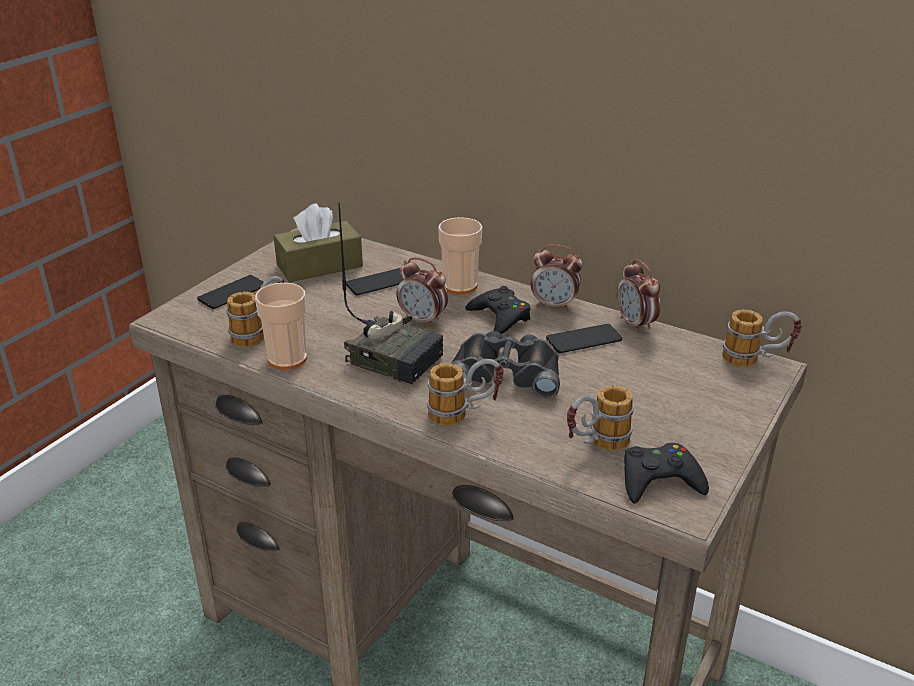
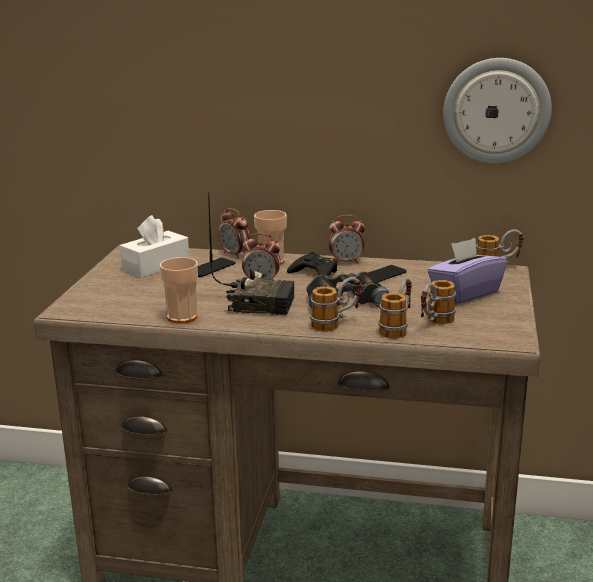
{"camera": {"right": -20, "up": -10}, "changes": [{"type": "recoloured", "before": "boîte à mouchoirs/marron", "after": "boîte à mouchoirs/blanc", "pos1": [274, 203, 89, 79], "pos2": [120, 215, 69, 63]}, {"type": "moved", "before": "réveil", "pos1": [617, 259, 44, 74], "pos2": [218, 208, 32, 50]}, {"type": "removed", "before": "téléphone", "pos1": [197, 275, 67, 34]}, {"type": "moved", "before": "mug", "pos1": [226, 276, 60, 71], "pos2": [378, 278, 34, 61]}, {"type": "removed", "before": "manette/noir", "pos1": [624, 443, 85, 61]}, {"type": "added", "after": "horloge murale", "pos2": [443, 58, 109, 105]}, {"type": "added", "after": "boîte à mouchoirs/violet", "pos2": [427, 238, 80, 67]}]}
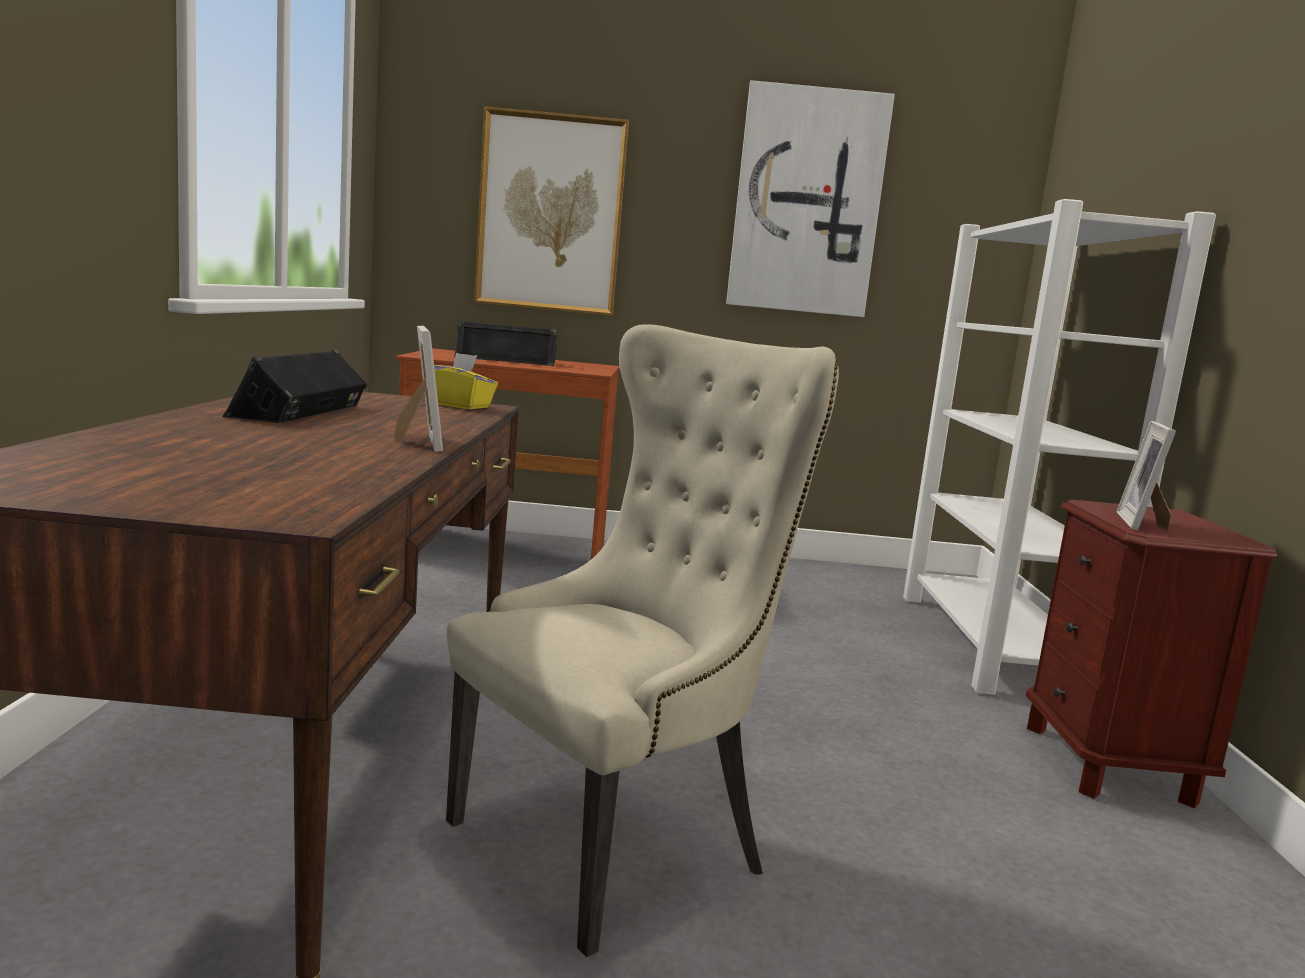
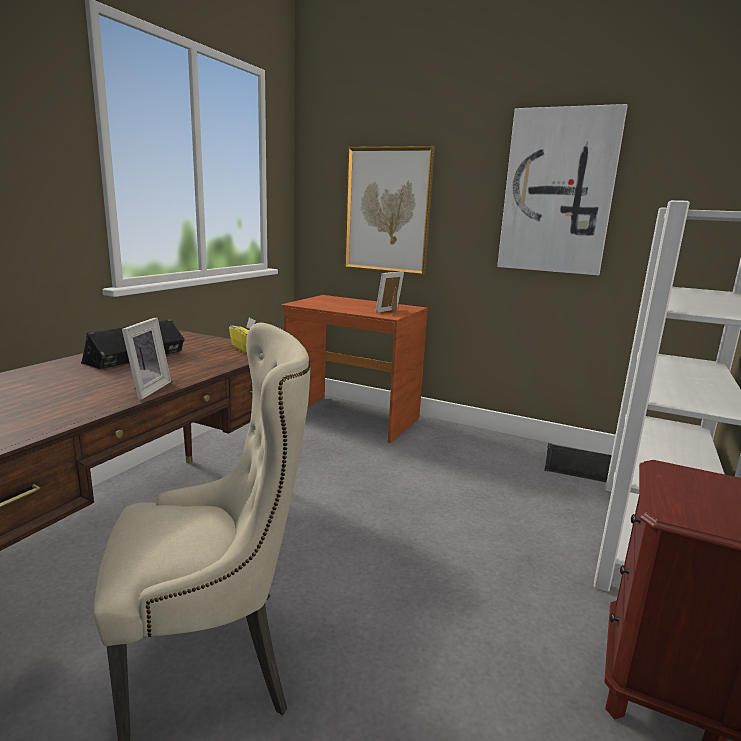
{"camera": {"right": 25, "up": 5}, "changes": [{"type": "moved", "before": "enceinte/noir", "pos1": [454, 320, 103, 46], "pos2": [544, 443, 68, 39]}, {"type": "moved", "before": "cadre photo", "pos1": [1116, 421, 60, 110], "pos2": [376, 271, 28, 42]}]}
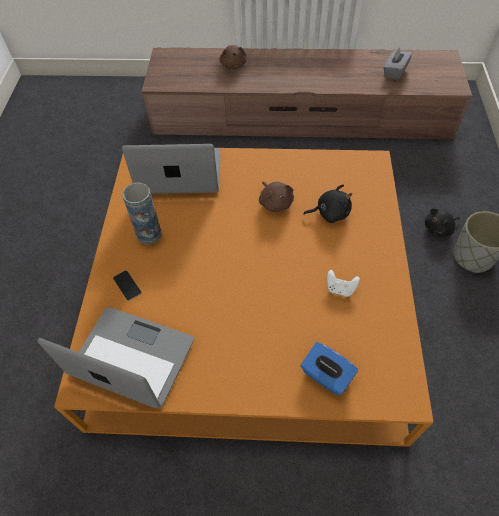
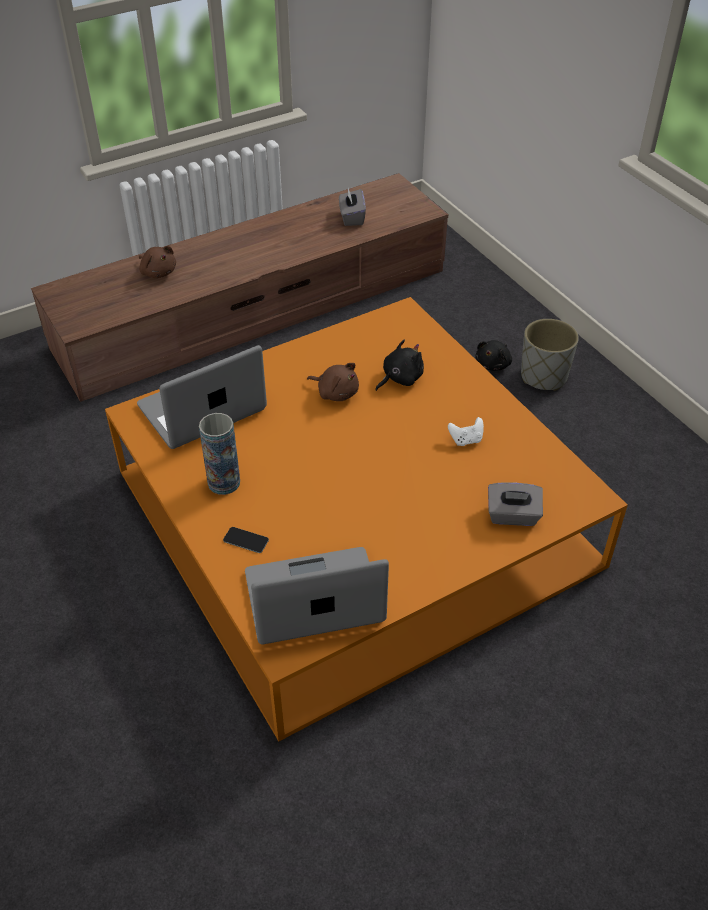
{"camera": {"right": -35, "up": -10}, "changes": [{"type": "recoloured", "before": "boîte à mouchoirs/bleu", "after": "boîte à mouchoirs/gris", "pos1": [300, 342, 58, 53], "pos2": [488, 482, 55, 44]}]}
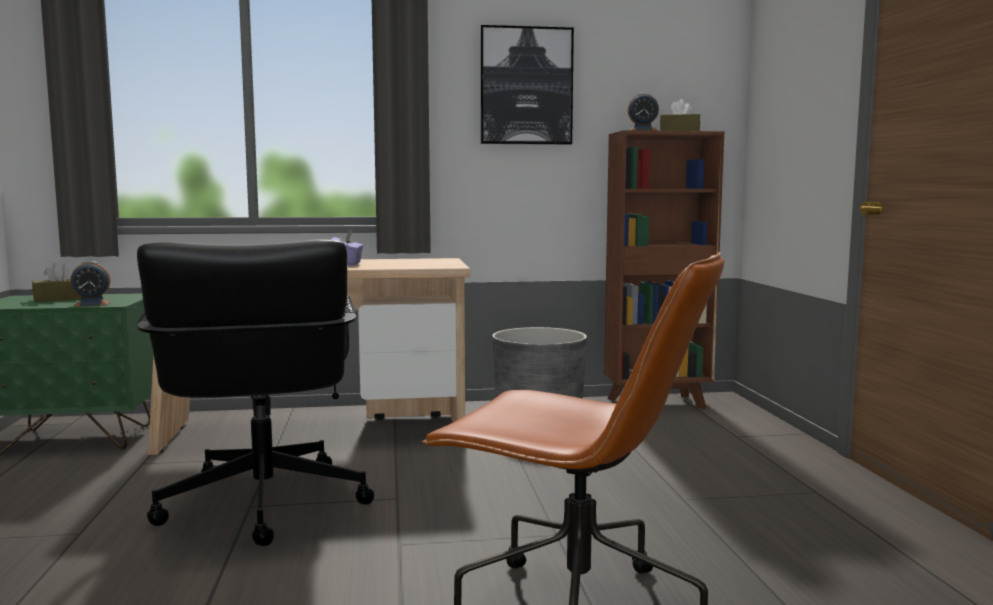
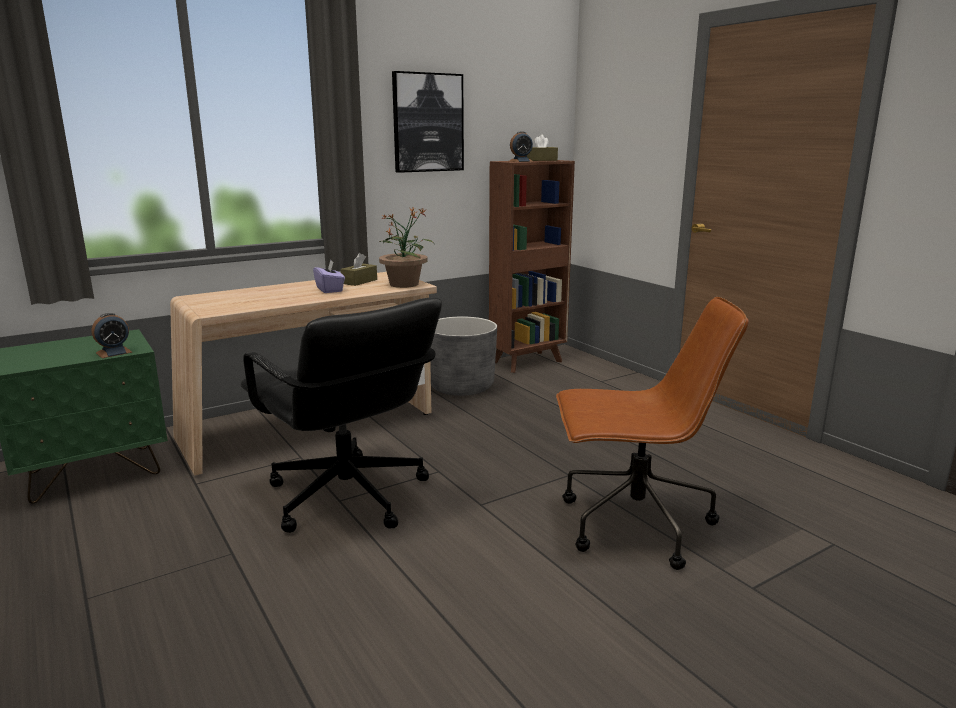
{"camera": {"right": -25, "up": 10}, "changes": [{"type": "moved", "before": "boîte à mouchoirs/marron", "pos1": [32, 262, 49, 40], "pos2": [341, 253, 36, 33]}, {"type": "added", "after": "plante en pot", "pos2": [379, 208, 54, 80]}]}
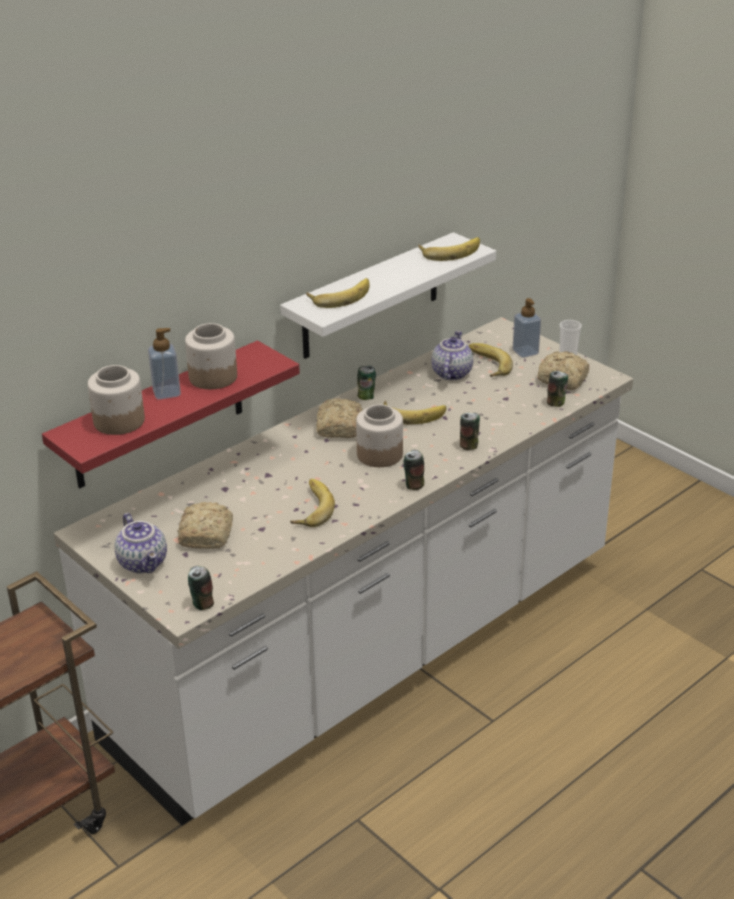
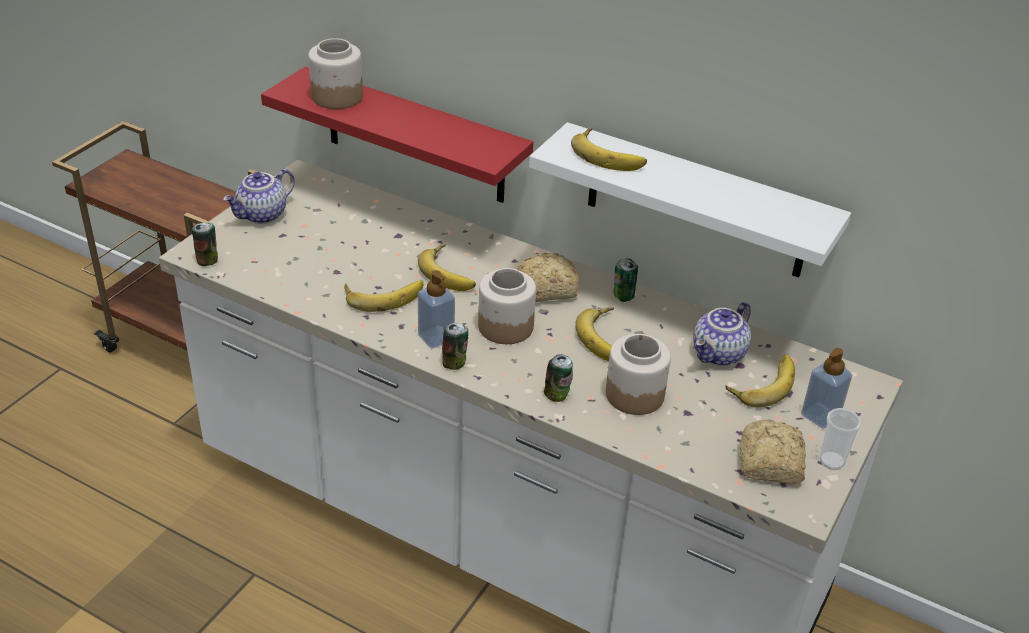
{"camera": {"right": 70, "up": 5}, "changes": [{"type": "moved", "before": "banane", "pos1": [418, 237, 62, 24], "pos2": [418, 244, 58, 47]}, {"type": "moved", "before": "bocal", "pos1": [185, 323, 52, 66], "pos2": [606, 334, 65, 81]}, {"type": "moved", "before": "distributeur de savon", "pos1": [148, 328, 33, 72], "pos2": [418, 270, 37, 79]}, {"type": "turned", "before": "théière", "pos1": [431, 331, 42, 49], "pos2": [693, 302, 58, 64], "turn": 135}, {"type": "removed", "before": "boîte métallique", "pos1": [547, 371, 21, 36]}, {"type": "removed", "before": "pain", "pos1": [178, 502, 55, 47]}]}
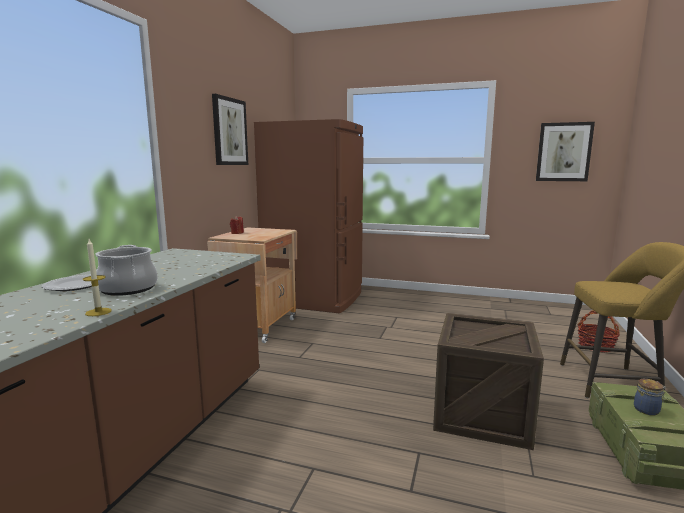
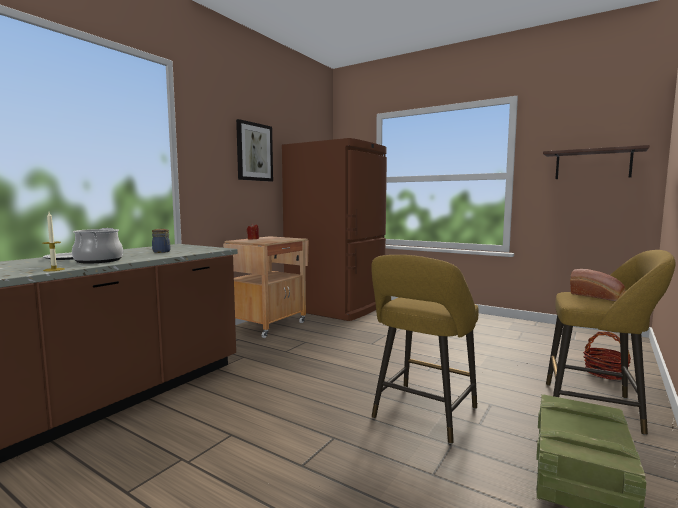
{"camera": {"right": 15, "up": -5}, "changes": [{"type": "replaced", "before": "tableau", "after": "étagère/marron", "pos1": [536, 122, 59, 59], "pos2": [543, 145, 107, 34]}, {"type": "replaced", "before": "caisse", "after": "tabouret/jaune", "pos1": [433, 313, 111, 137], "pos2": [371, 255, 108, 189]}, {"type": "moved", "before": "bocal", "pos1": [634, 379, 32, 37], "pos2": [152, 229, 18, 24]}, {"type": "added", "after": "pain", "pos2": [570, 269, 56, 32]}]}
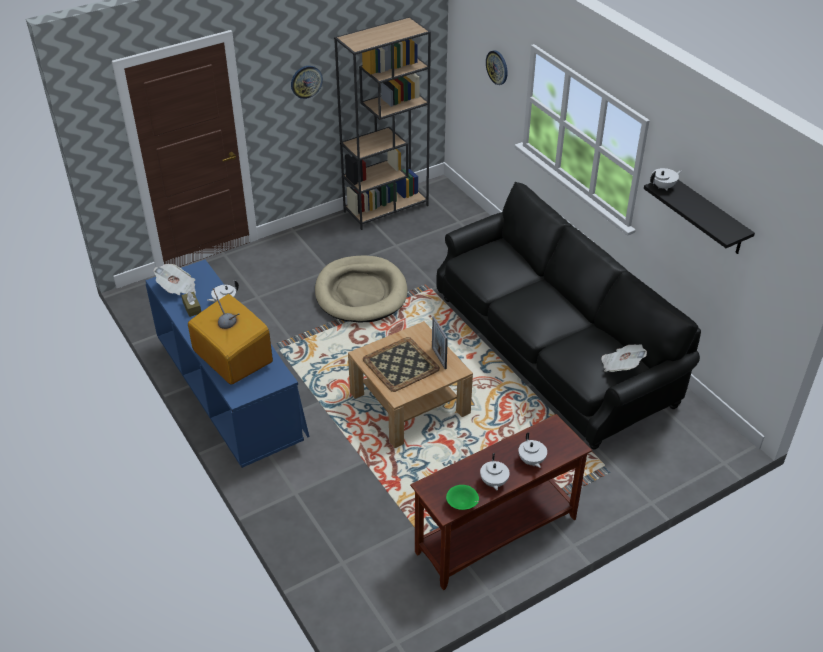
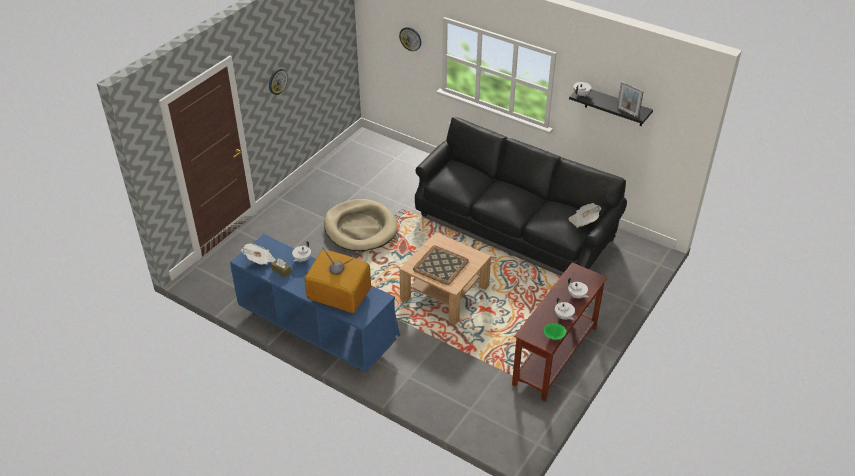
{"camera": {"right": -25, "up": 0}, "changes": [{"type": "removed", "before": "bibliothèque", "pos1": [334, 17, 97, 213]}, {"type": "moved", "before": "cadre photo", "pos1": [432, 316, 16, 53], "pos2": [617, 82, 27, 36]}]}
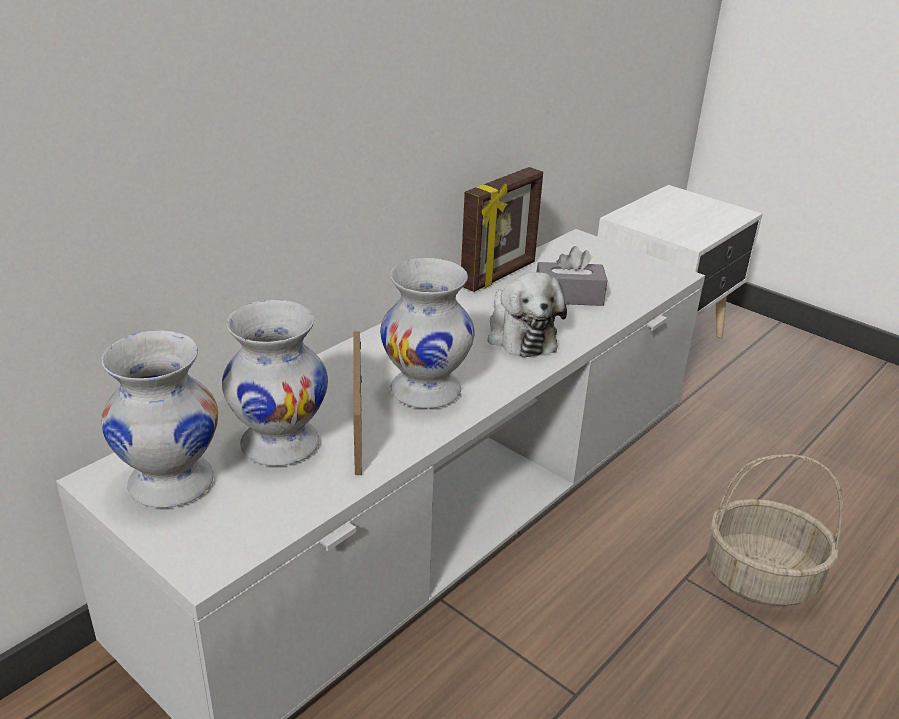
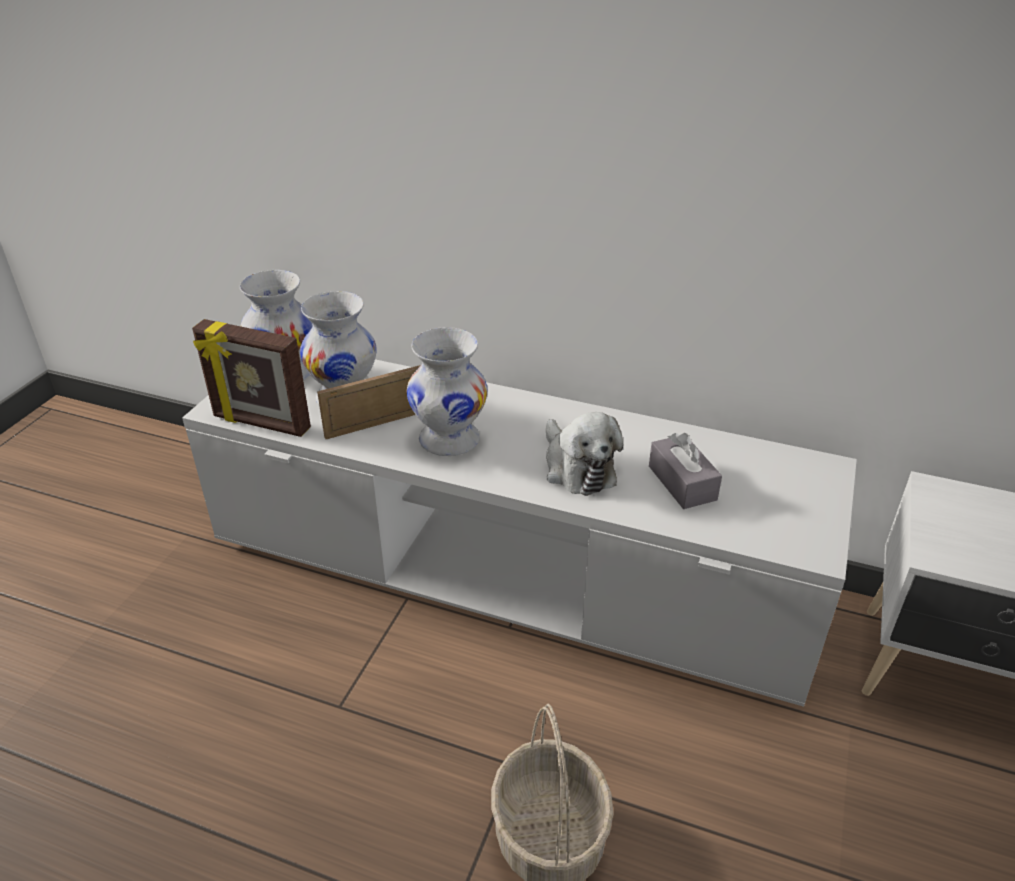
{"camera": {"right": 70, "up": 5}, "changes": [{"type": "moved", "before": "cadre photo", "pos1": [461, 167, 82, 125], "pos2": [192, 319, 119, 118]}, {"type": "turned", "before": "peluche", "pos1": [487, 272, 80, 86], "pos2": [546, 412, 77, 84], "turn": -75}]}
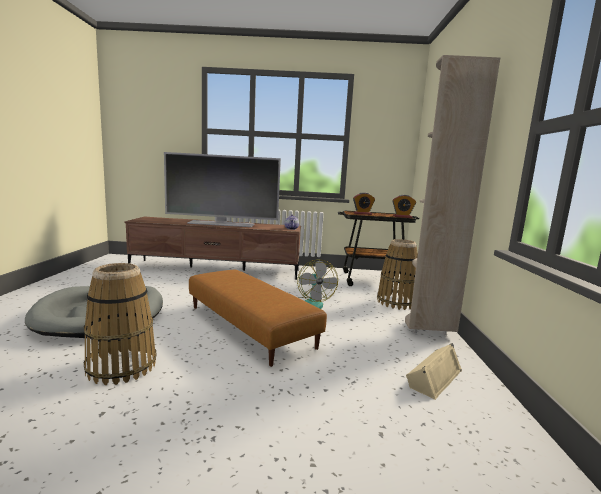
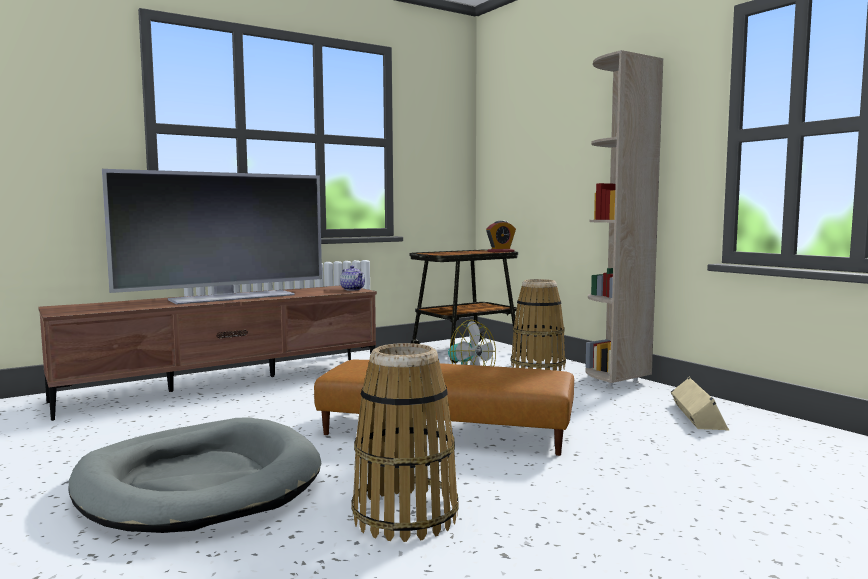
{"camera": {"right": -35, "up": -5}, "changes": [{"type": "removed", "before": "réveil", "pos1": [353, 192, 22, 23]}]}
